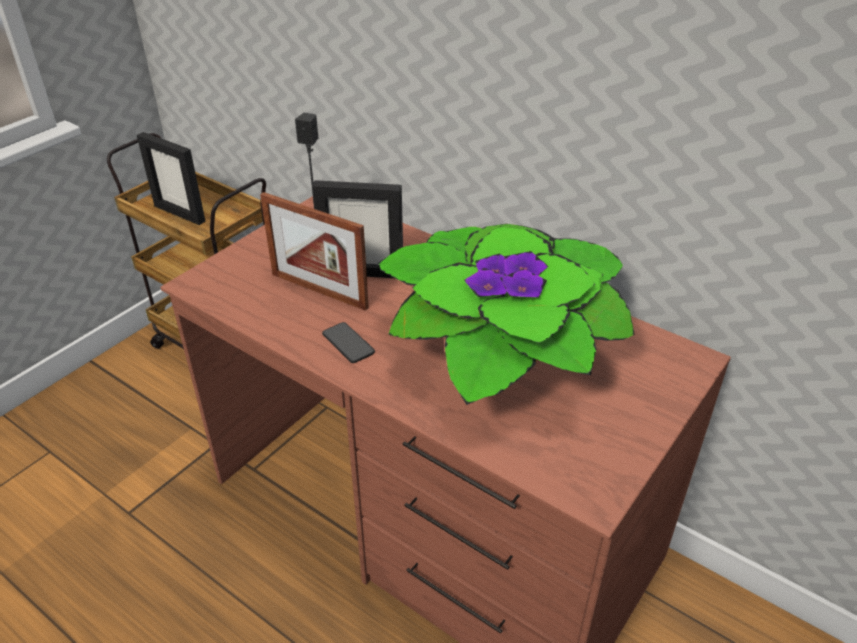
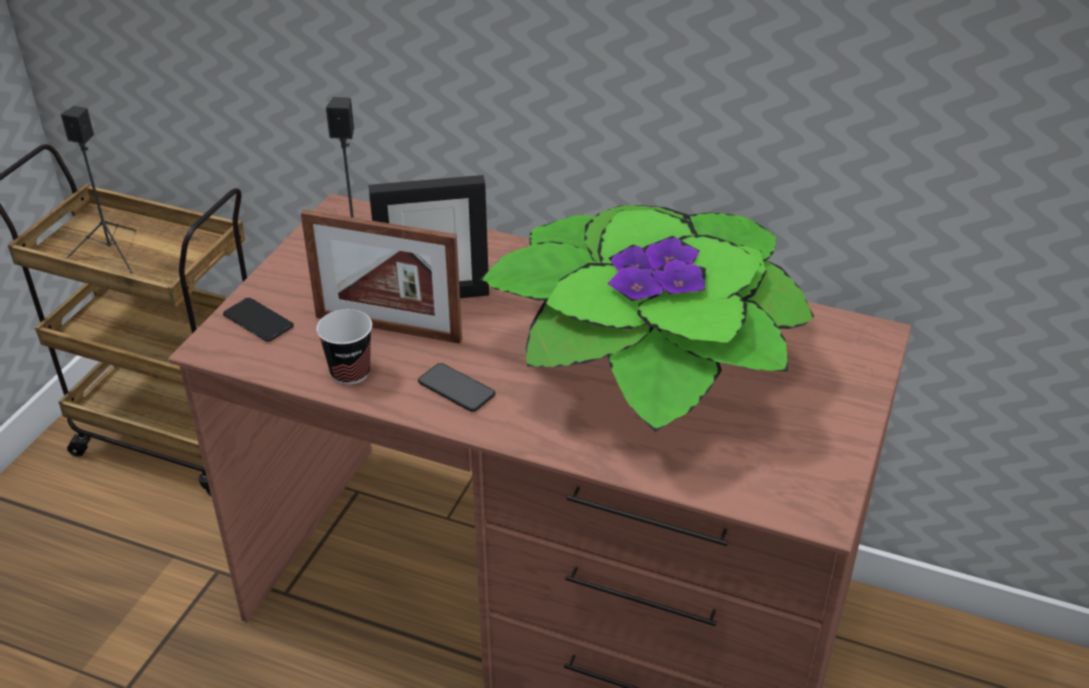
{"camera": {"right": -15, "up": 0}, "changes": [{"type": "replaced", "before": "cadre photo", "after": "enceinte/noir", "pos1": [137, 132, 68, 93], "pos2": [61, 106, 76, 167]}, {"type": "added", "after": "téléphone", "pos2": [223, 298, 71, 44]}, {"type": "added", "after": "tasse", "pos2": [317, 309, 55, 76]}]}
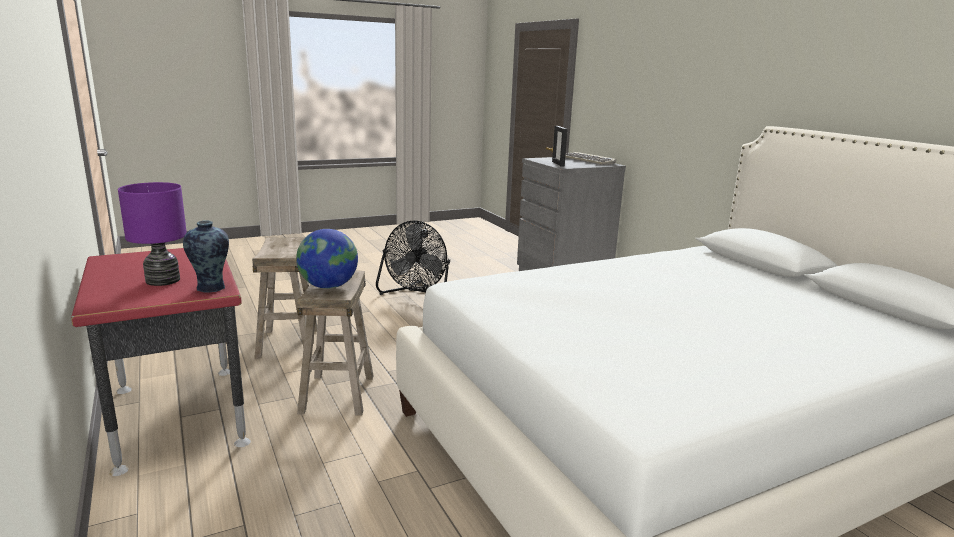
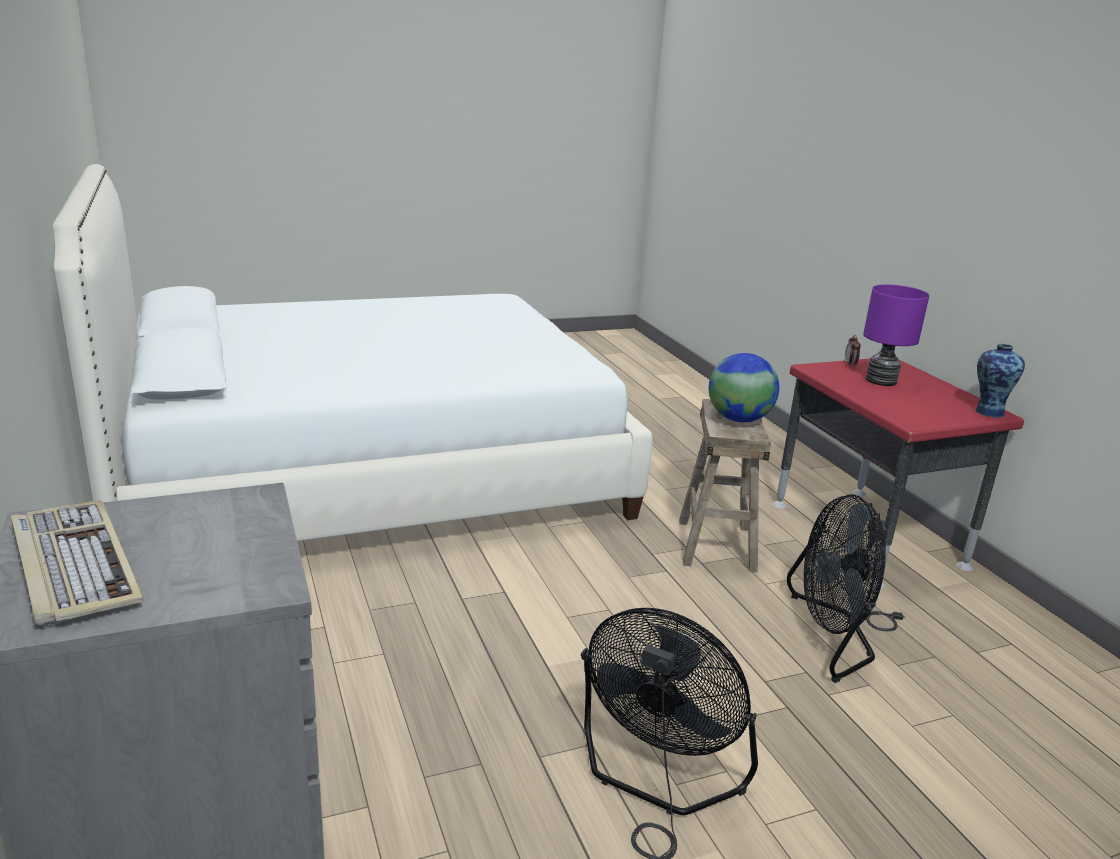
{"camera": {"right": -175, "up": 5}, "changes": [{"type": "removed", "before": "cadre photo", "pos1": [552, 126, 16, 40]}, {"type": "moved", "before": "vase", "pos1": [183, 220, 46, 73], "pos2": [975, 344, 50, 74]}, {"type": "replaced", "before": "tabouret/beige", "after": "ventilateur/noir", "pos1": [252, 238, 66, 121], "pos2": [787, 494, 119, 189]}, {"type": "added", "after": "réveil", "pos2": [845, 335, 16, 32]}]}
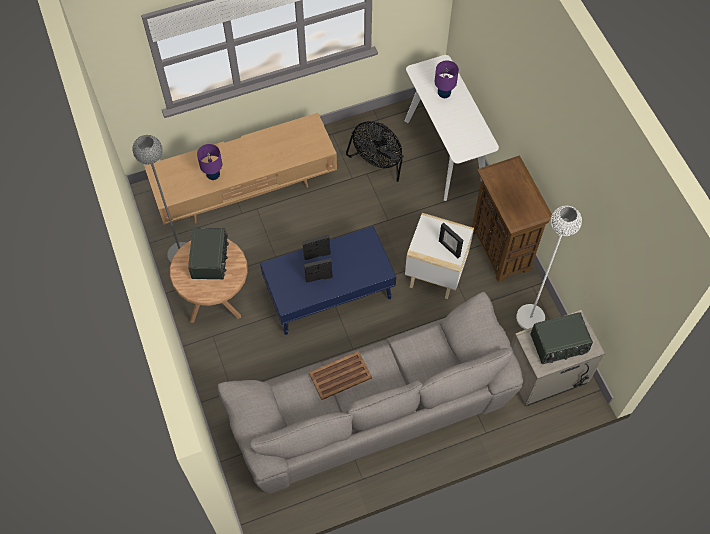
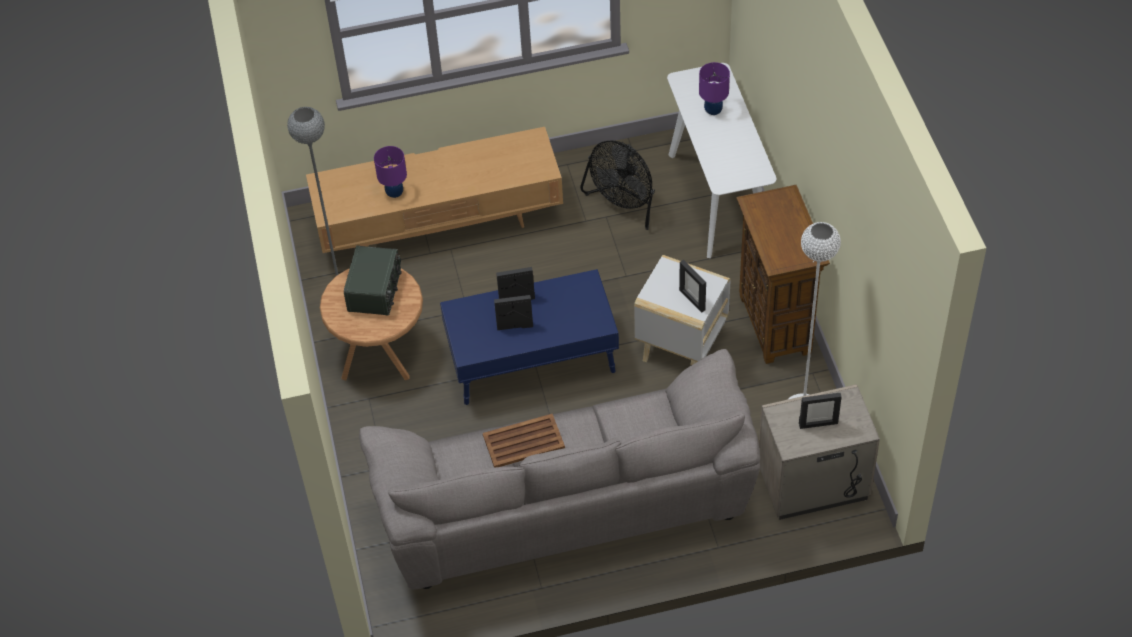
{"camera": {"right": 10, "up": -10}, "changes": [{"type": "replaced", "before": "radio", "after": "cadre photo", "pos1": [530, 312, 63, 52], "pos2": [799, 393, 43, 36]}]}
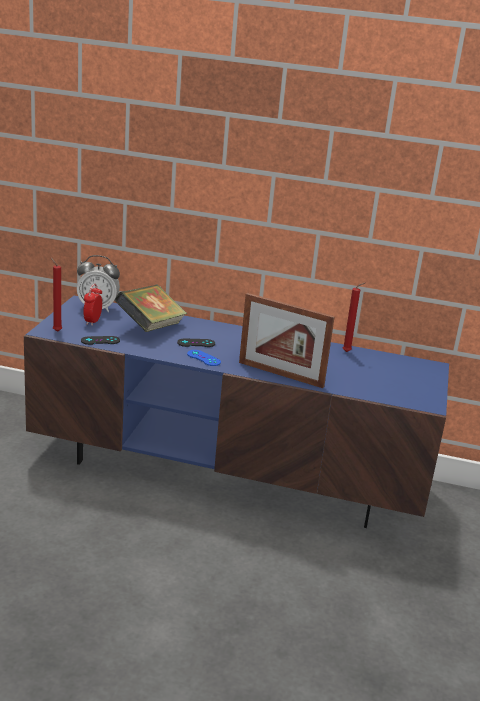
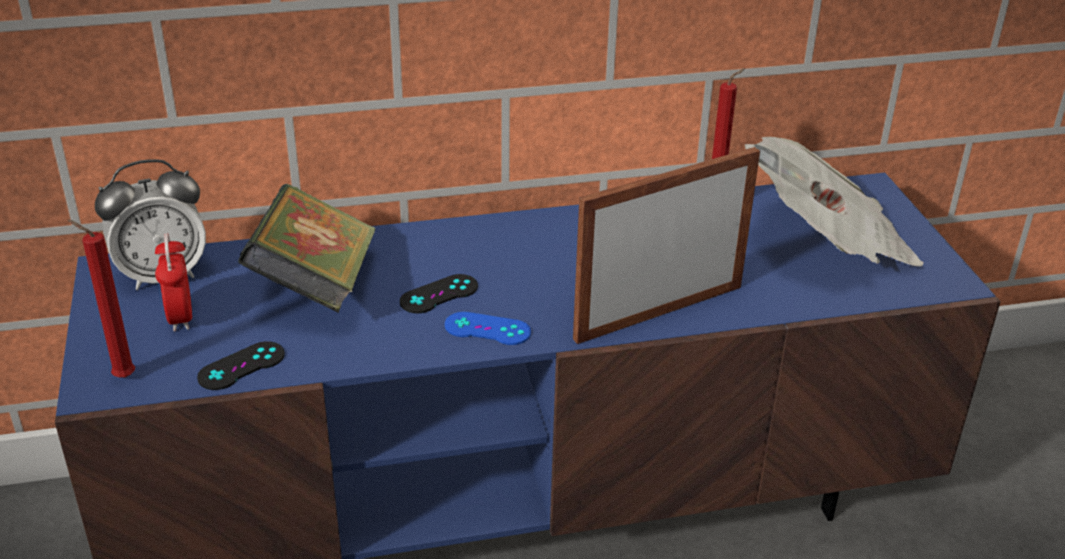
{"camera": {"right": -25, "up": 10}, "changes": [{"type": "turned", "before": "cadre photo", "pos1": [239, 293, 96, 95], "pos2": [573, 147, 187, 197], "turn": 150}, {"type": "added", "after": "journal", "pos2": [745, 137, 179, 130]}]}
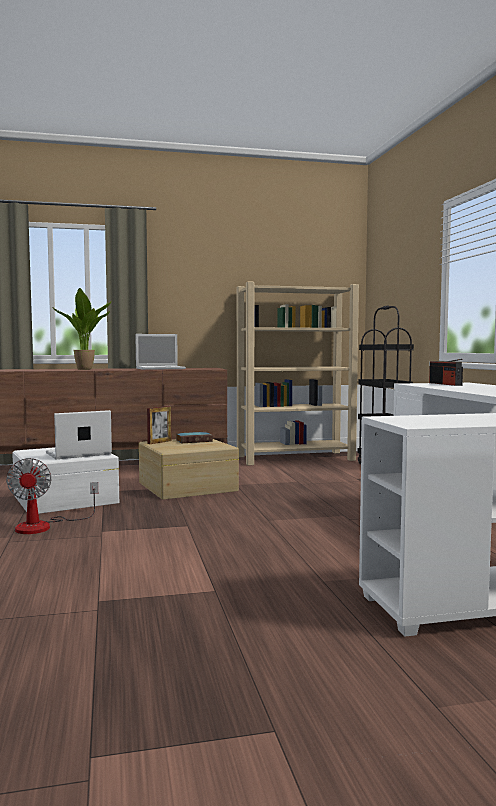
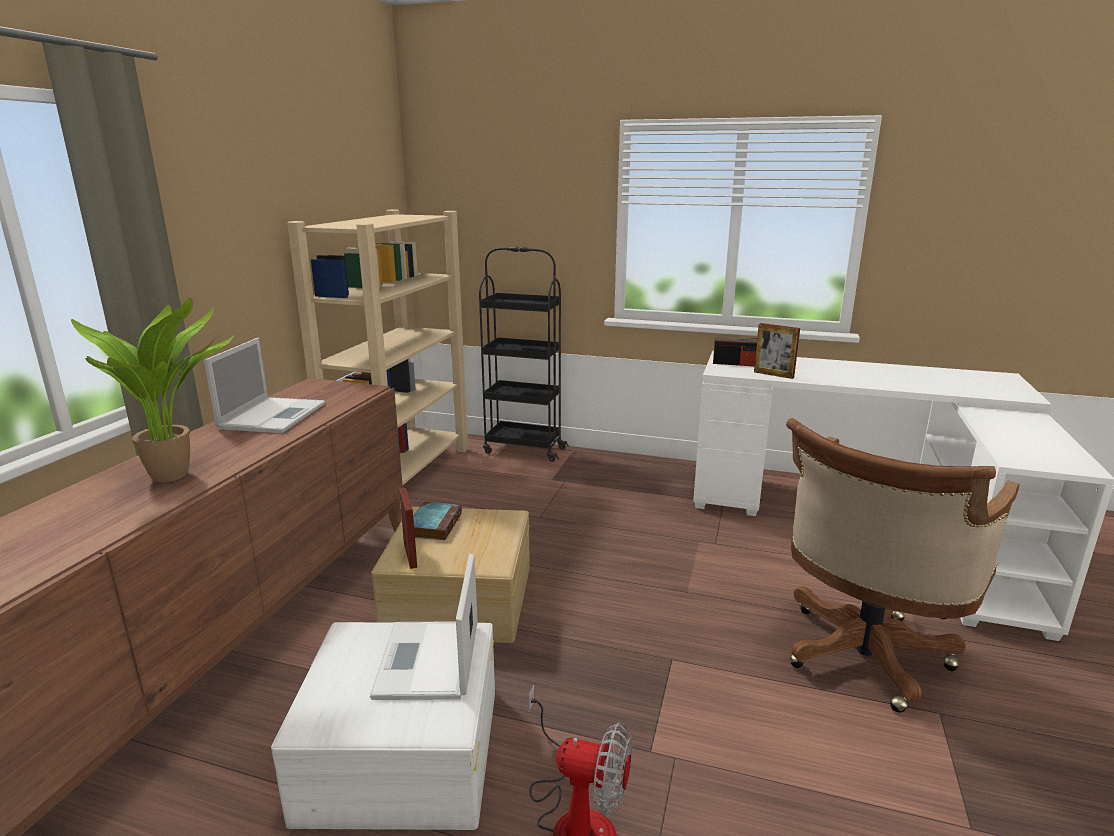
{"camera": {"right": -60, "up": 15}, "changes": [{"type": "added", "after": "cadre photo", "pos2": [754, 323, 46, 56]}, {"type": "added", "after": "chaise de bureau", "pos2": [786, 418, 234, 295]}]}
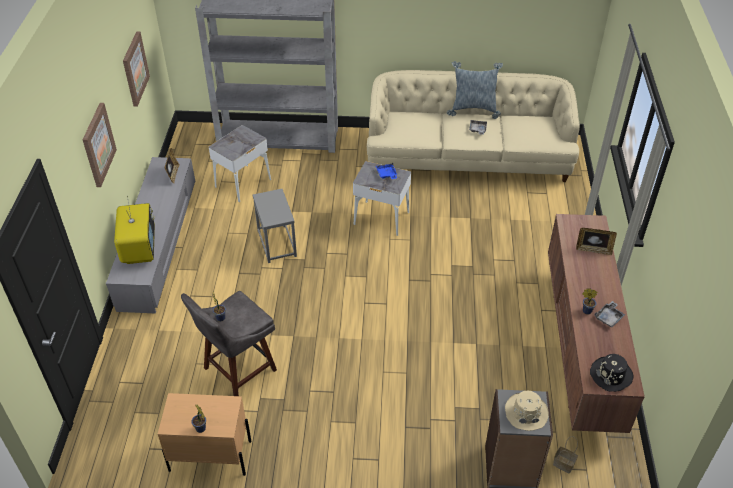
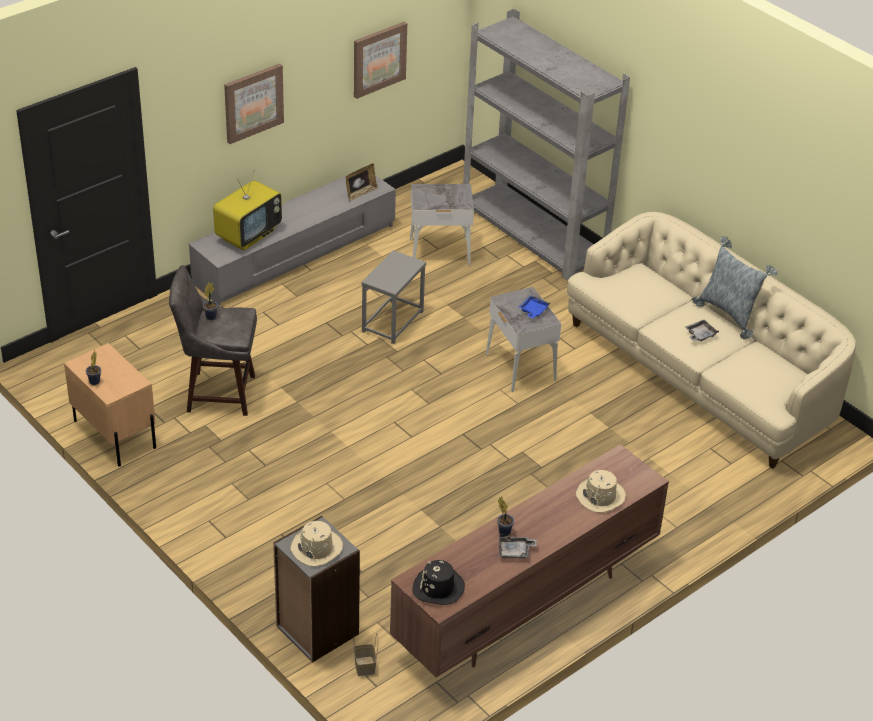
{"camera": {"right": 45, "up": -5}, "changes": [{"type": "replaced", "before": "cadre photo", "after": "chapeau/beige", "pos1": [576, 228, 41, 27], "pos2": [576, 470, 50, 42]}]}
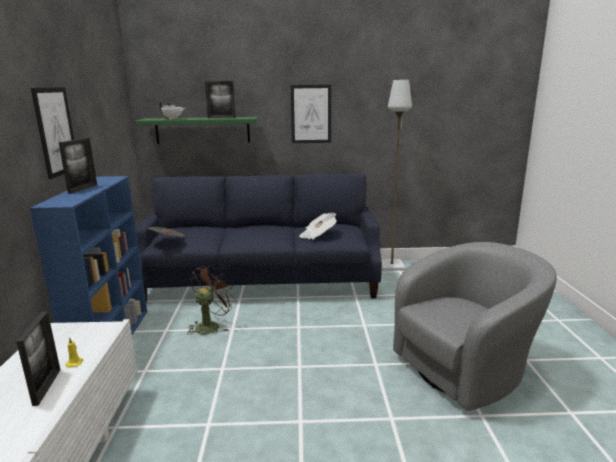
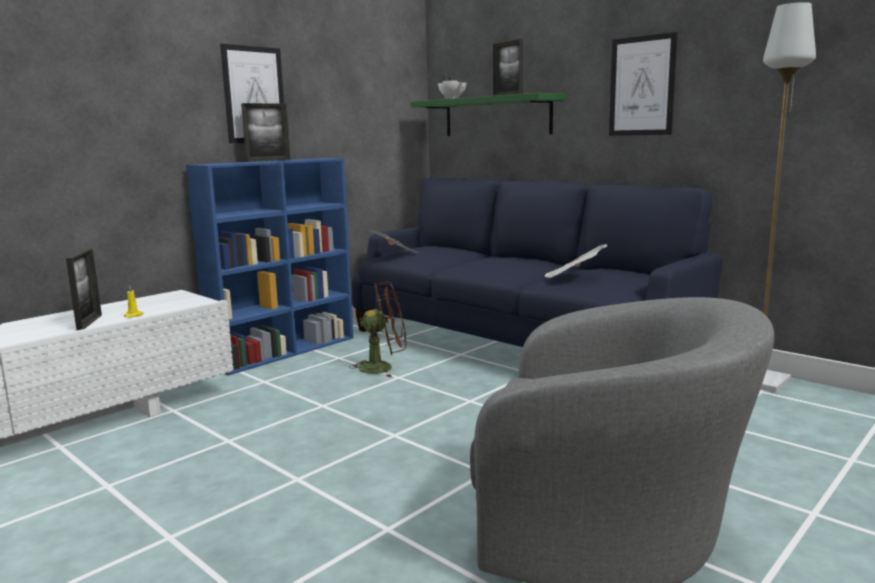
{"camera": {"right": 45, "up": -5}, "changes": [{"type": "turned", "before": "cadre photo", "pos1": [16, 311, 44, 95], "pos2": [66, 248, 36, 82], "turn": -45}]}
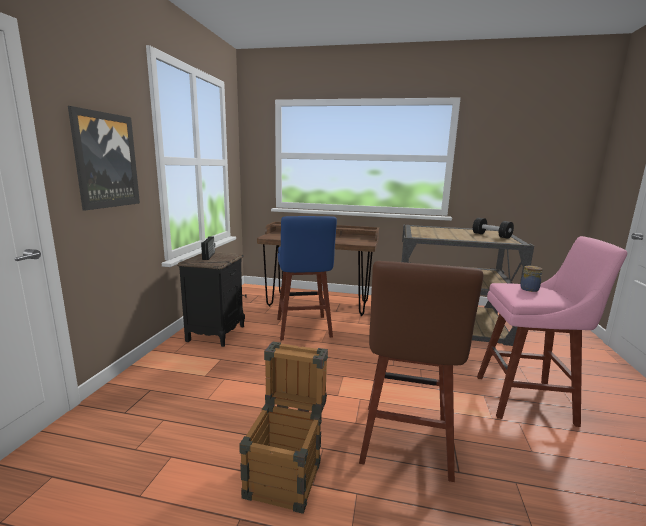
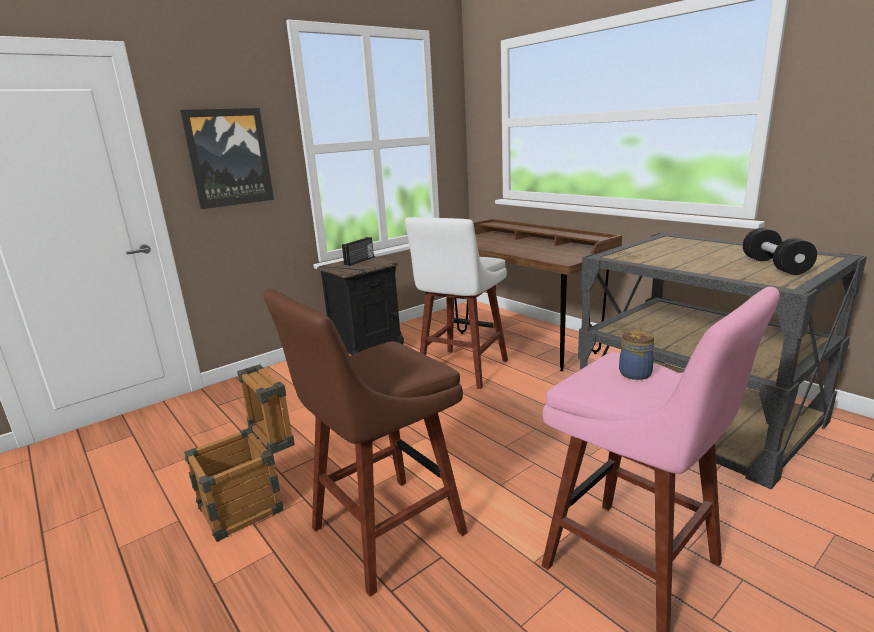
{"camera": {"right": 40, "up": 5}, "changes": [{"type": "recoloured", "before": "tabouret/bleu", "after": "tabouret/blanc", "pos1": [277, 216, 60, 125], "pos2": [405, 217, 103, 172]}]}
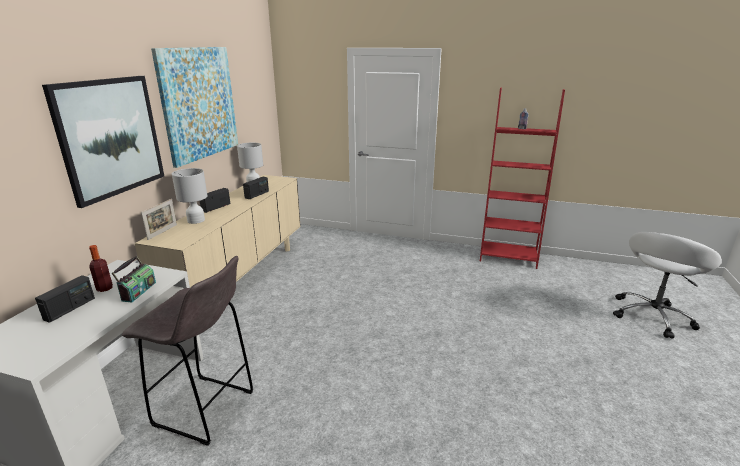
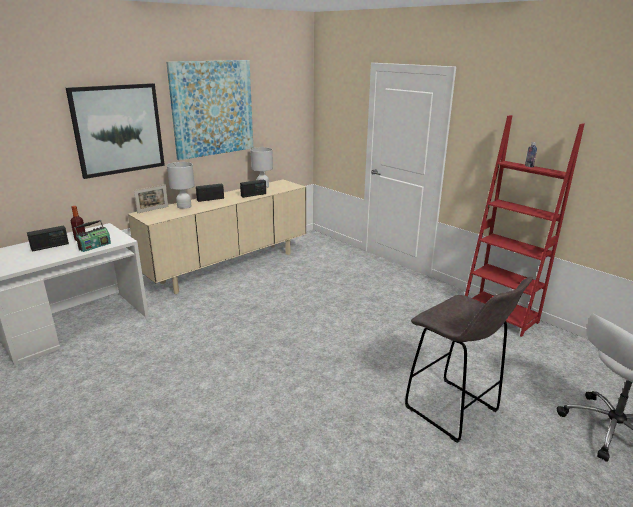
{"camera": {"right": 30, "up": 0}, "changes": [{"type": "moved", "before": "tabouret/gris", "pos1": [122, 256, 132, 190], "pos2": [405, 277, 127, 166]}]}
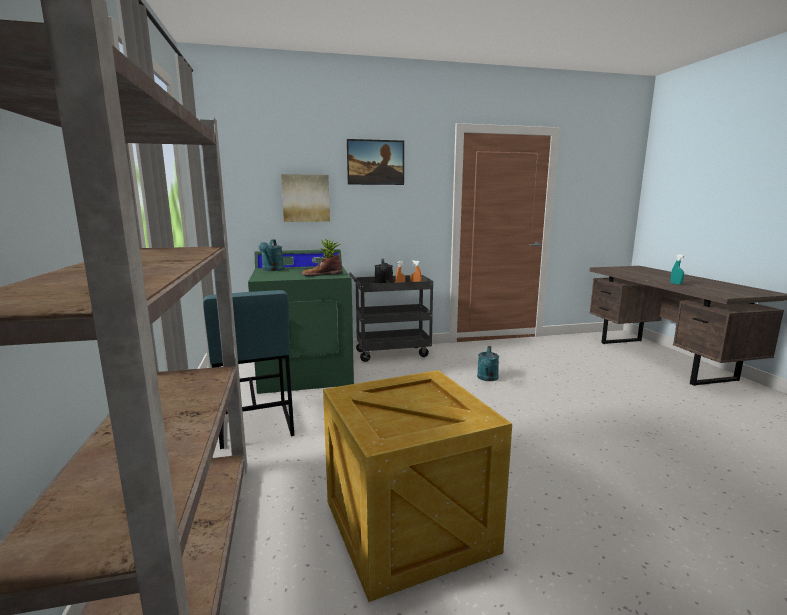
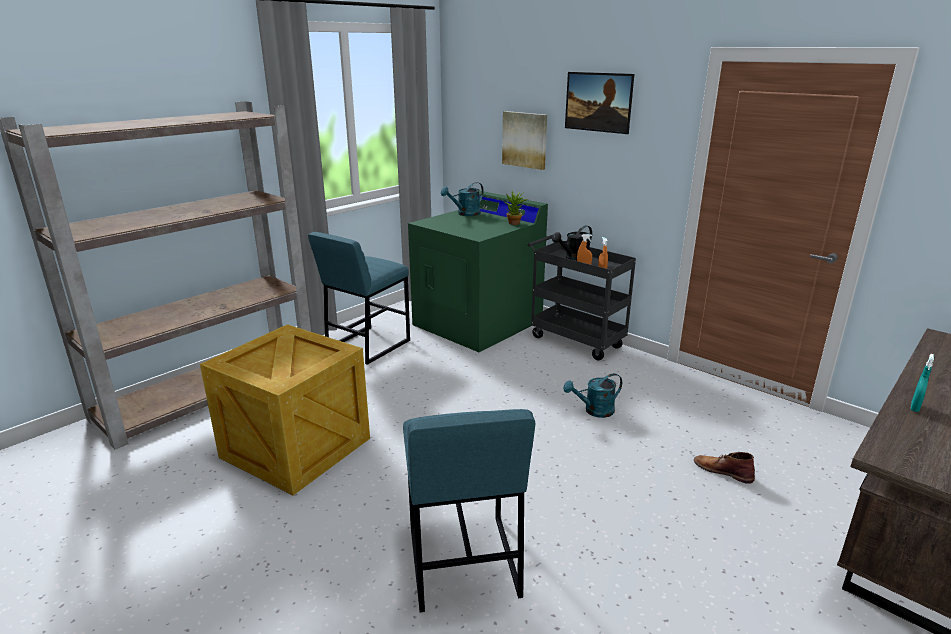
{"camera": {"right": 55, "up": 10}, "changes": [{"type": "moved", "before": "botte/marron", "pos1": [302, 255, 41, 21], "pos2": [694, 452, 61, 32]}, {"type": "added", "after": "tabouret/bleu", "pos2": [403, 409, 132, 203]}]}
